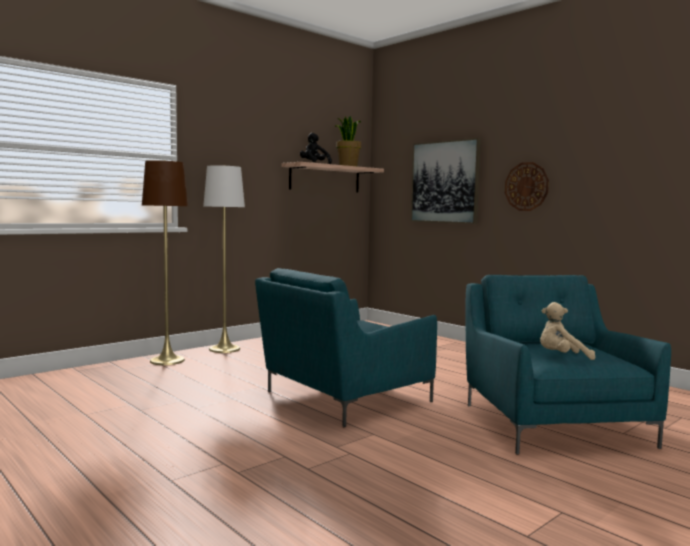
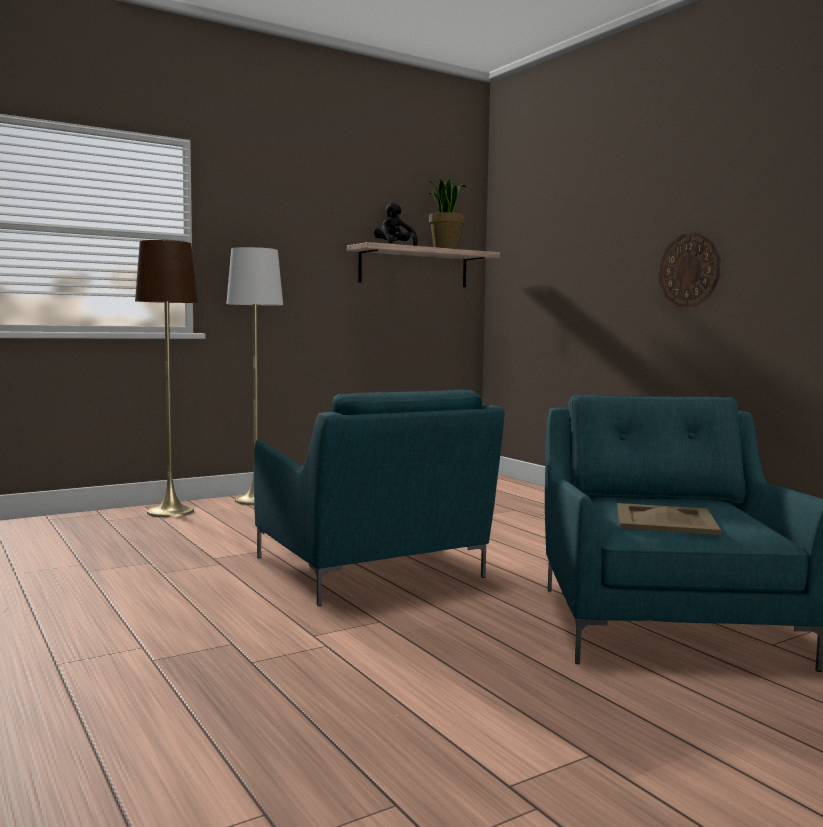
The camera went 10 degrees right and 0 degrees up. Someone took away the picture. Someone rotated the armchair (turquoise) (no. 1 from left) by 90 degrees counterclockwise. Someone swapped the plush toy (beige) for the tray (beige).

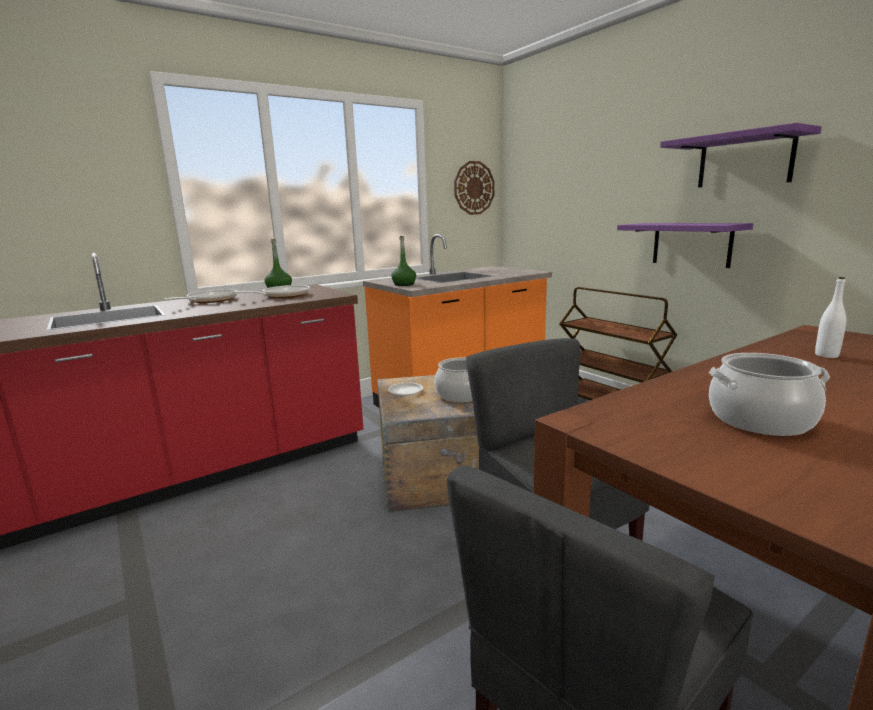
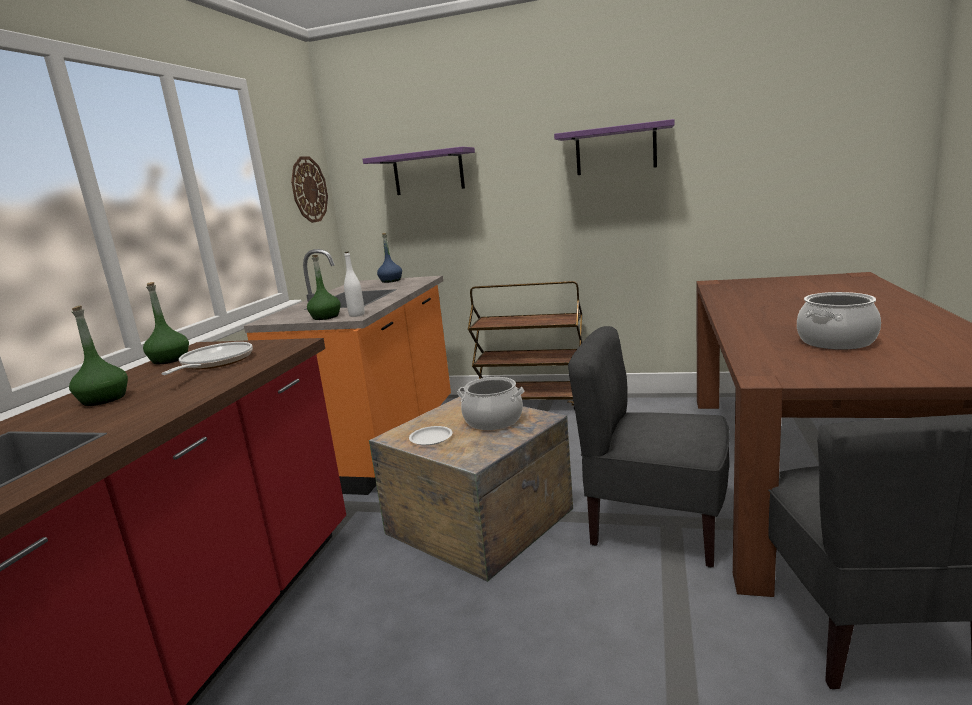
The camera went 40 degrees left and 0 degrees up. Someone carried the shelf (purple) (no. 1 from left). Someone carried the bottle (white). Someone swapped the frying pan (no. 1 from left) for the bottle (green) (no. 1 from left). Someone put down the bottle (blue).

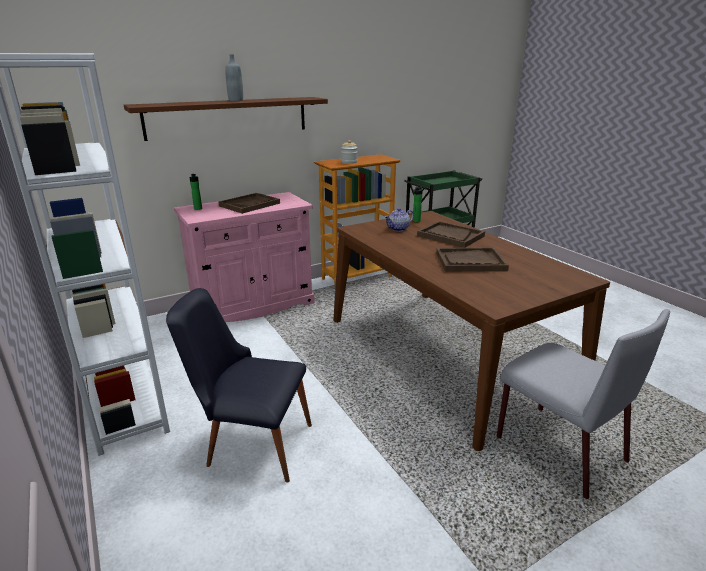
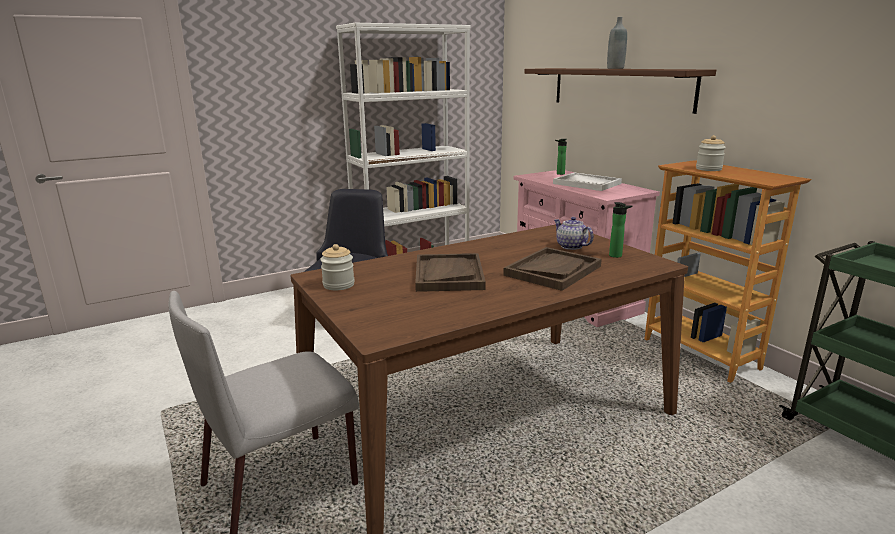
The camera went 90 degrees right and 5 degrees down. Someone repainted the tray (brown) (no. 1 from left), which became the tray (white). Someone put down the jar (no. 1 from left).

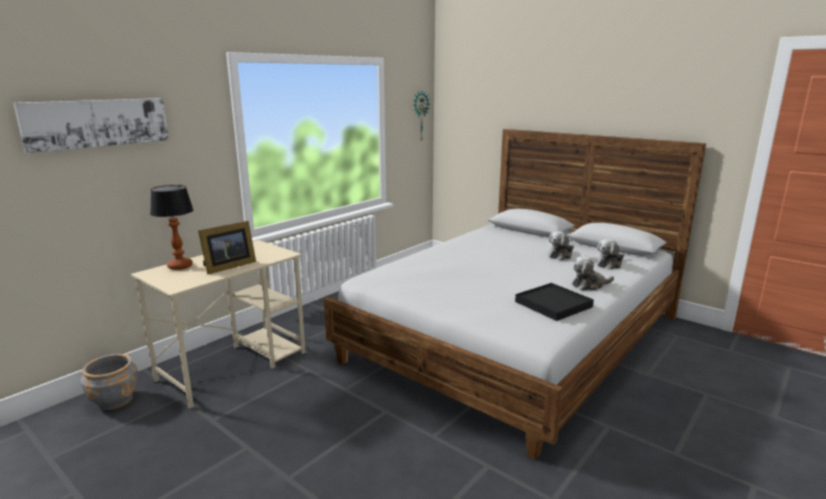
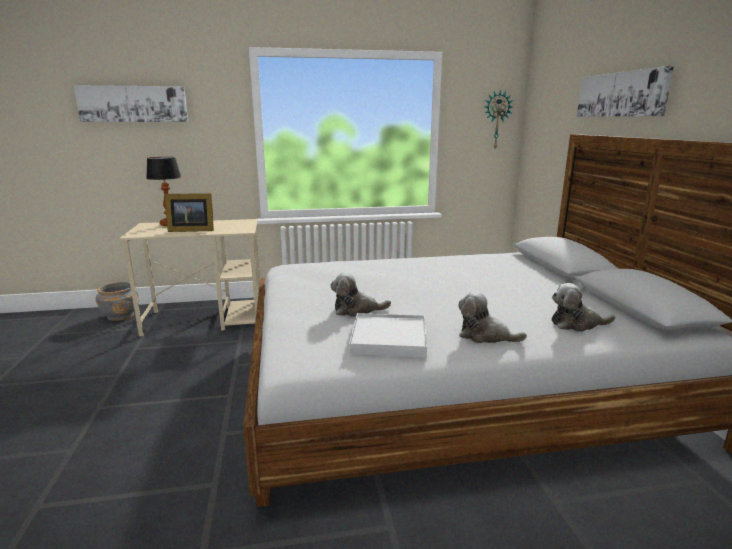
The camera went 40 degrees right and 0 degrees up. Someone carried the plush toy (no. 1 from left). Someone repainted the tray (black), which became the tray (white). Someone put up the picture (no. 2 from left).

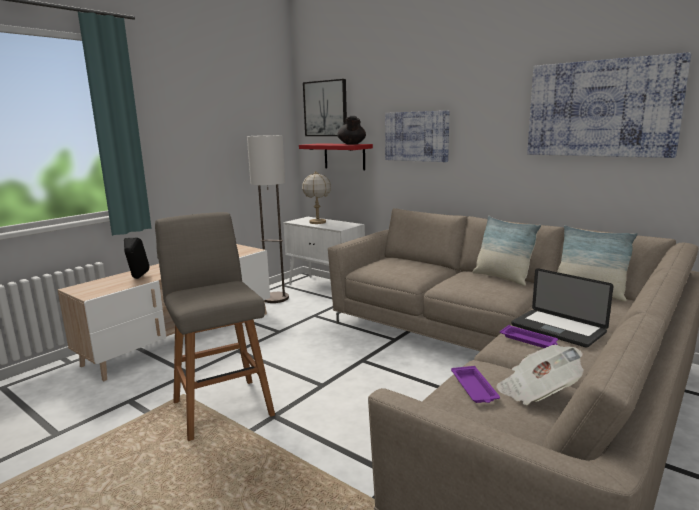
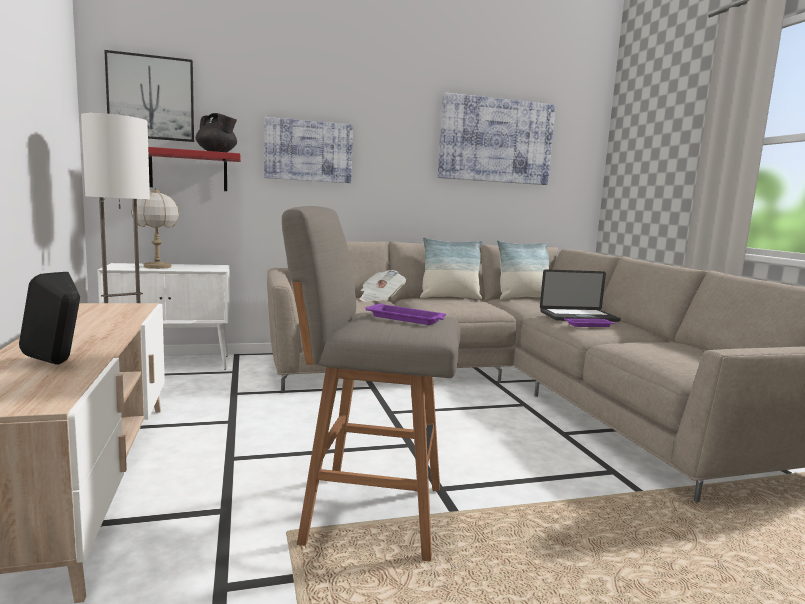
The camera went 55 degrees left and 5 degrees down. Someone carried the newspaper. Someone carried the tray (purple) (no. 1 from left).

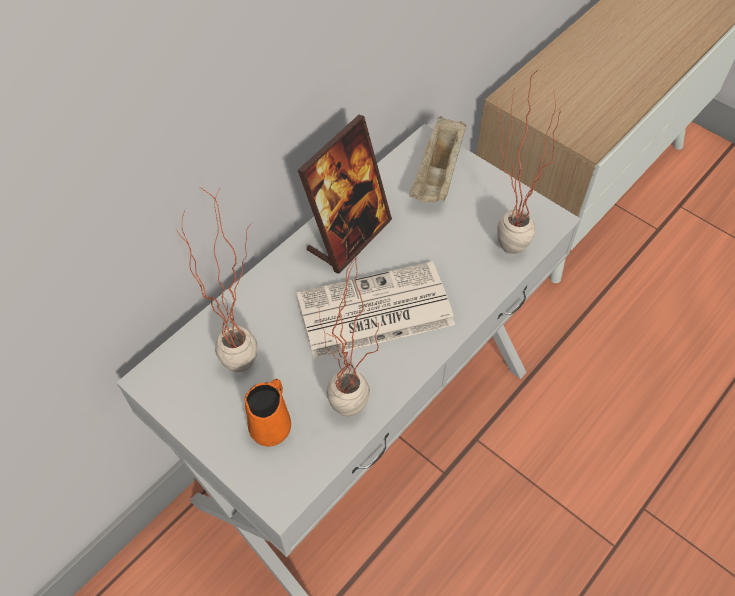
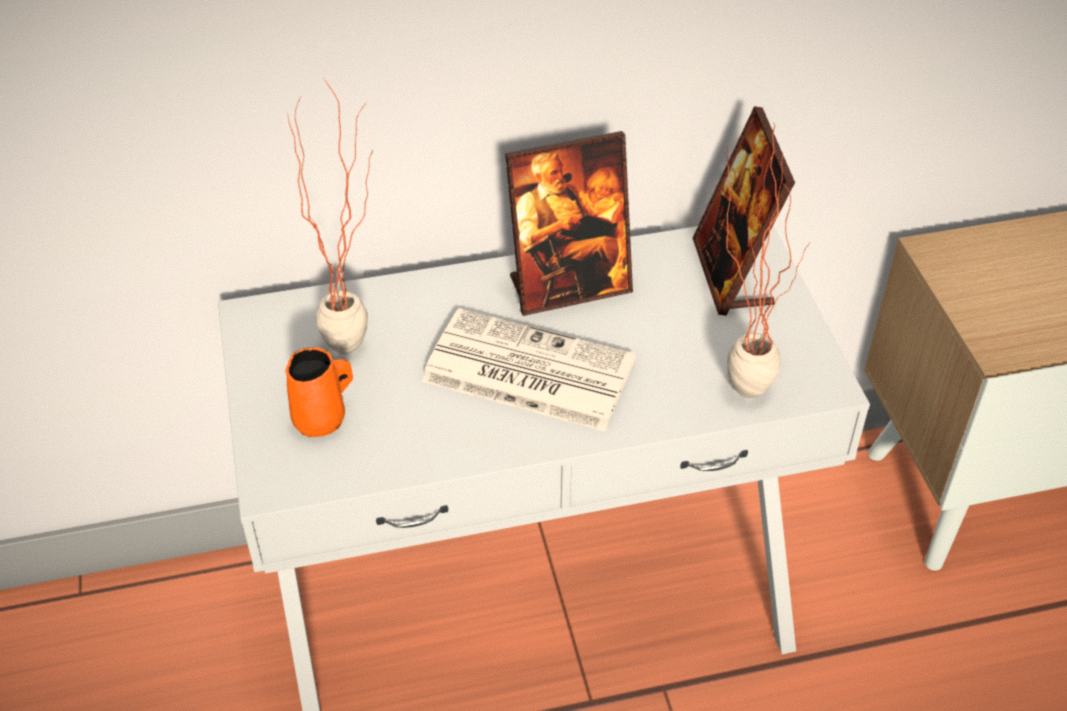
The camera went 35 degrees right and 10 degrees down. Someone swapped the tray (beige) for the picture frame (no. 2 from left). Someone took away the potted plant (no. 2 from left).

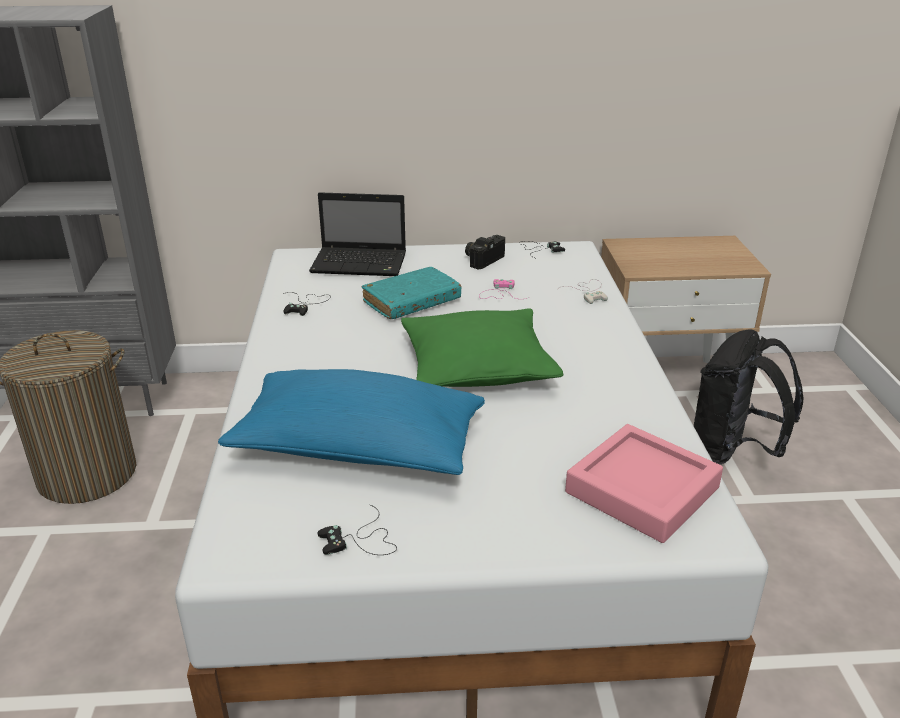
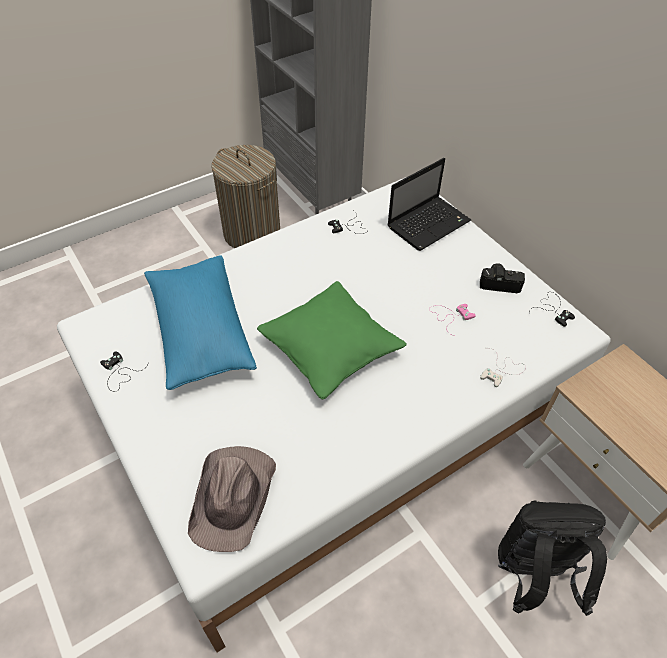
The camera went 60 degrees right and 20 degrees up. Someone rotated the laptop by 105 degrees counterclockwise. Someone took away the book (turquoise). Someone swapped the tray (pink) for the hat (brown).

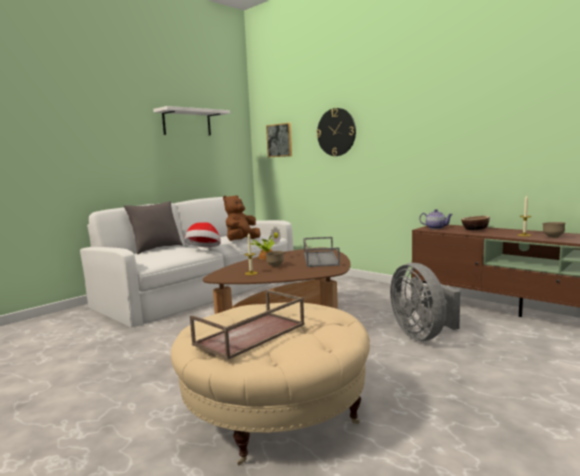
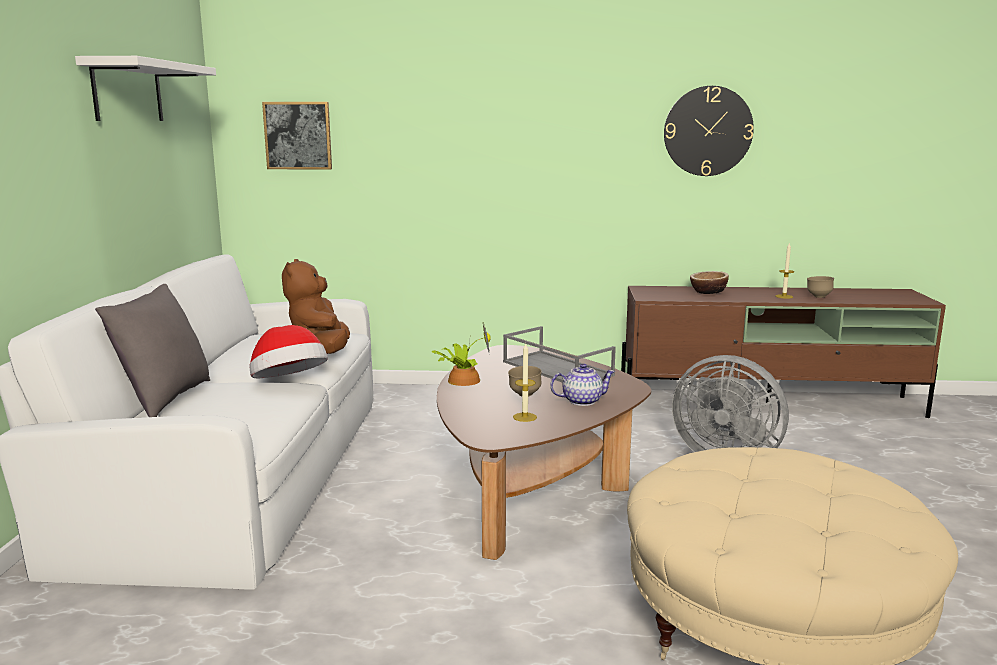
The camera went 40 degrees left and 5 degrees up. Someone carried the wall clock. Someone carried the teapot. Someone took away the tray (brown).

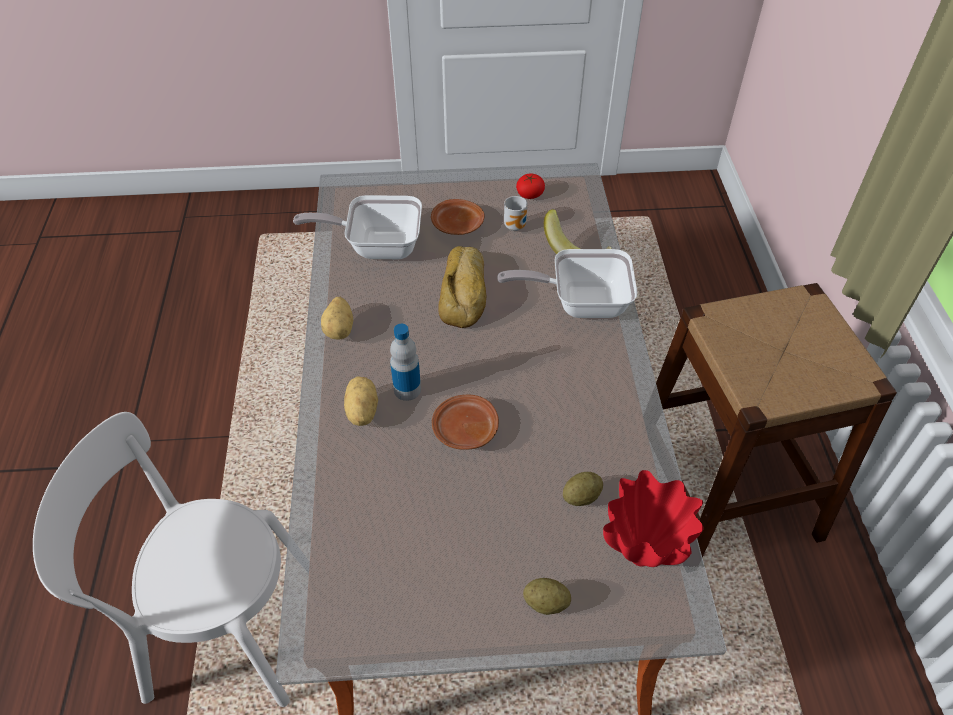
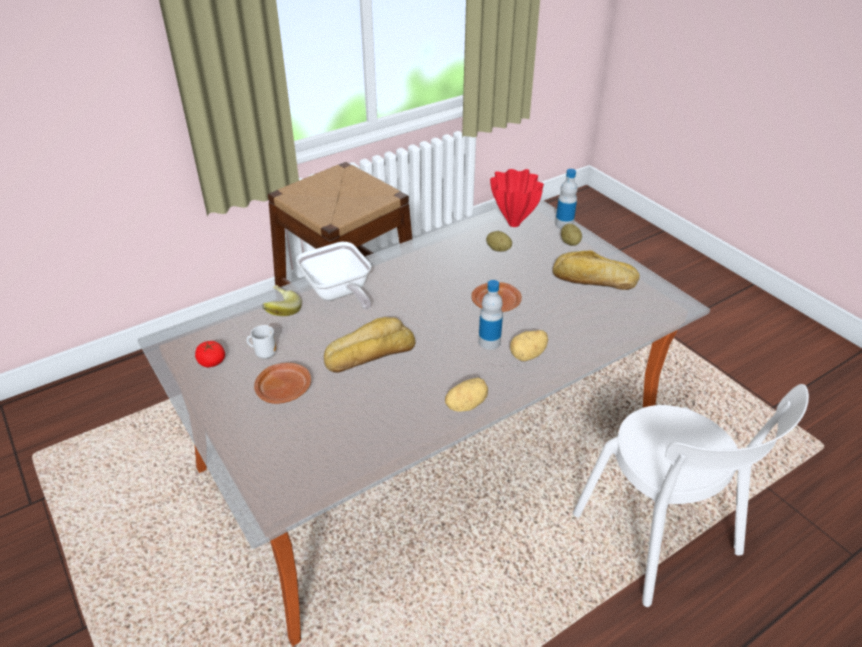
The camera went 120 degrees left and 10 degrees down. Someone took away the frying pan (no. 1 from left). Someone put down the bottle (no. 2 from left). Someone put down the bread (no. 2 from left).

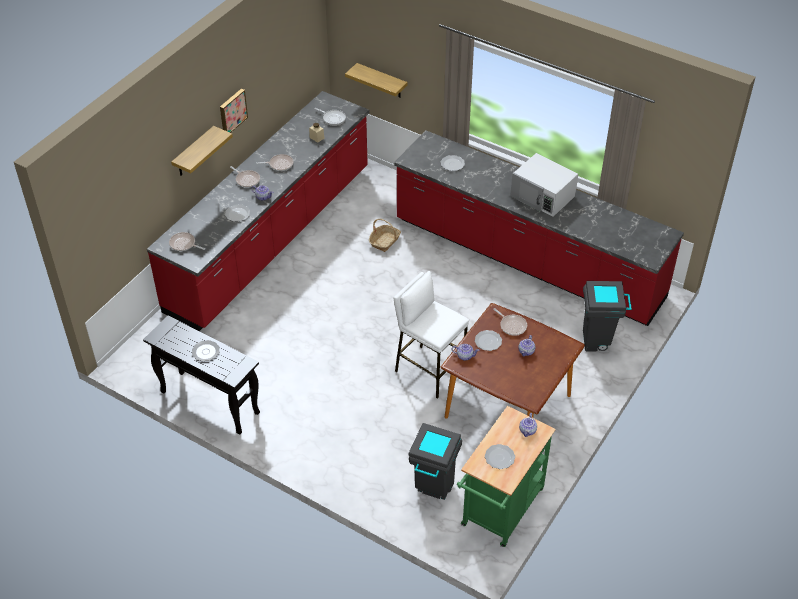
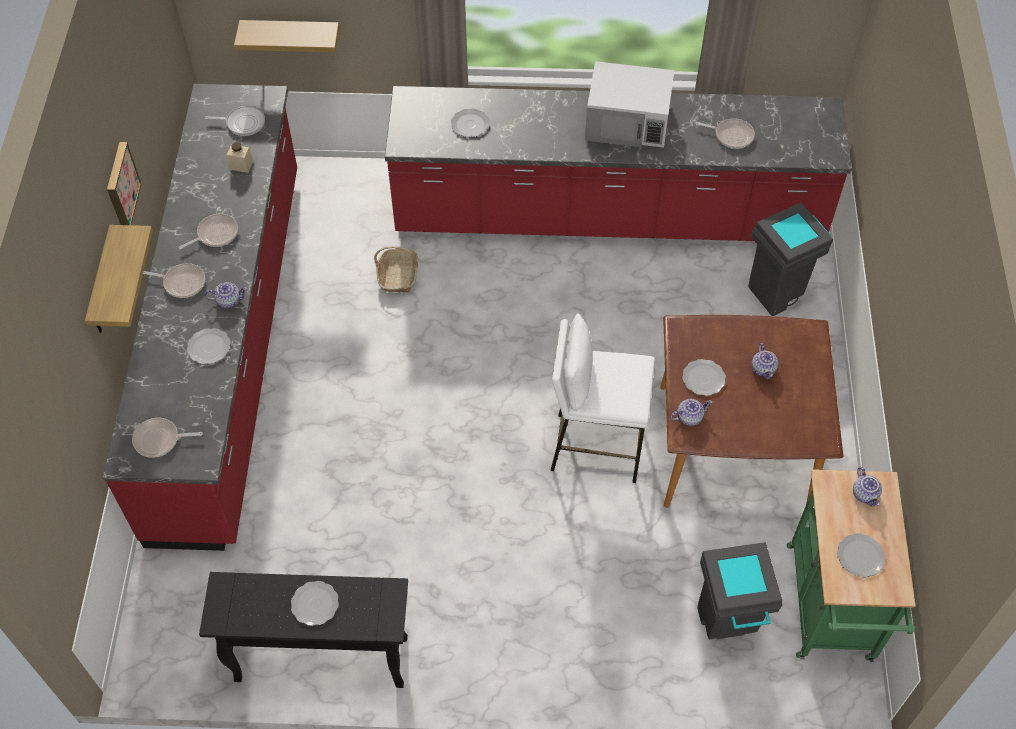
The camera went 30 degrees left and 10 degrees up. Someone carried the frying pan (no. 5 from left).

